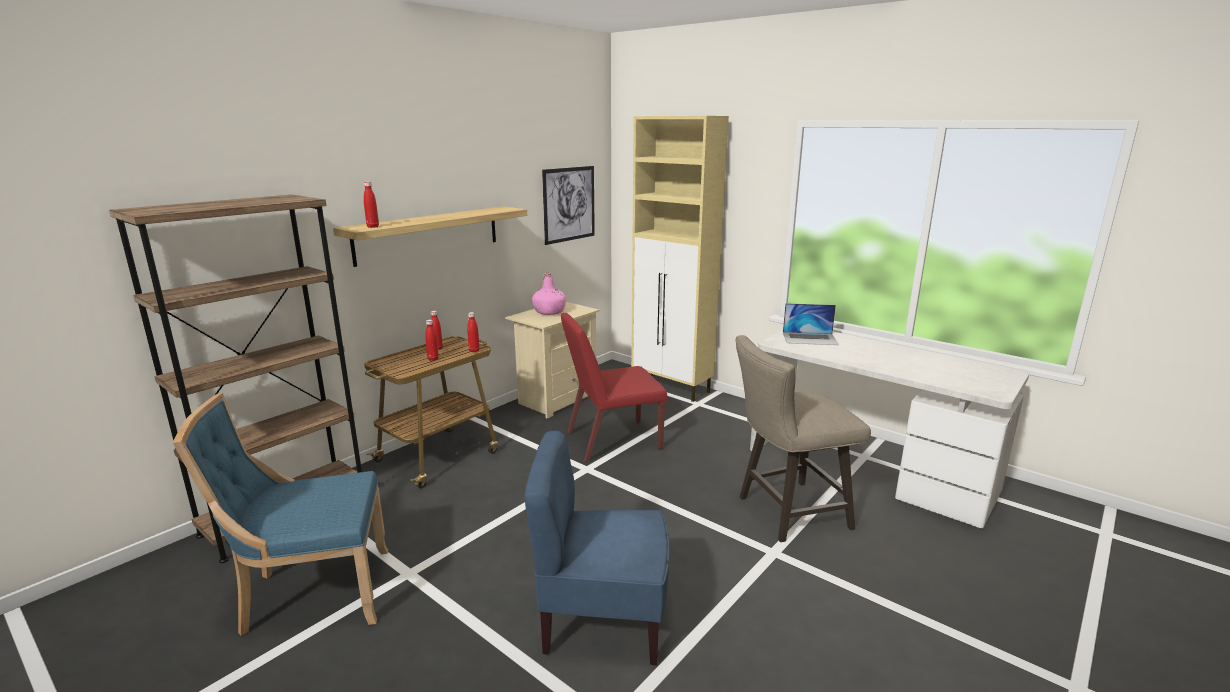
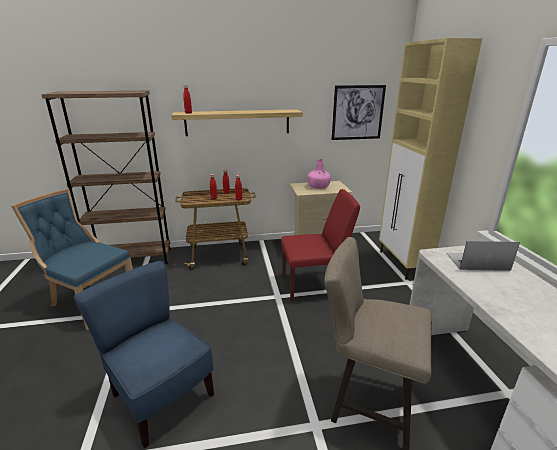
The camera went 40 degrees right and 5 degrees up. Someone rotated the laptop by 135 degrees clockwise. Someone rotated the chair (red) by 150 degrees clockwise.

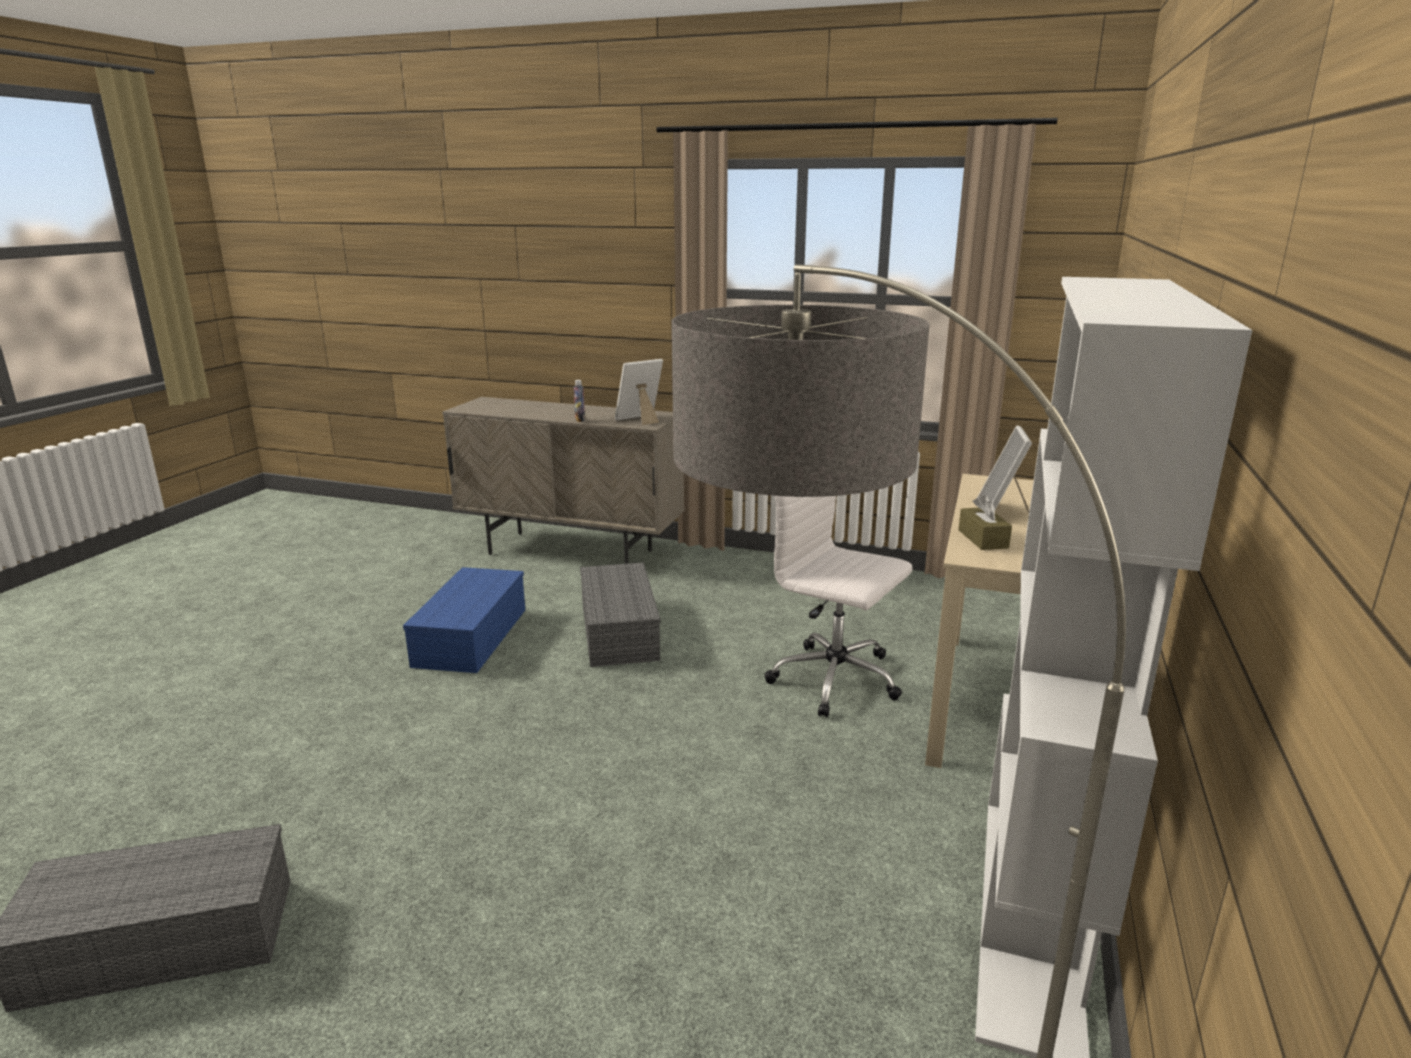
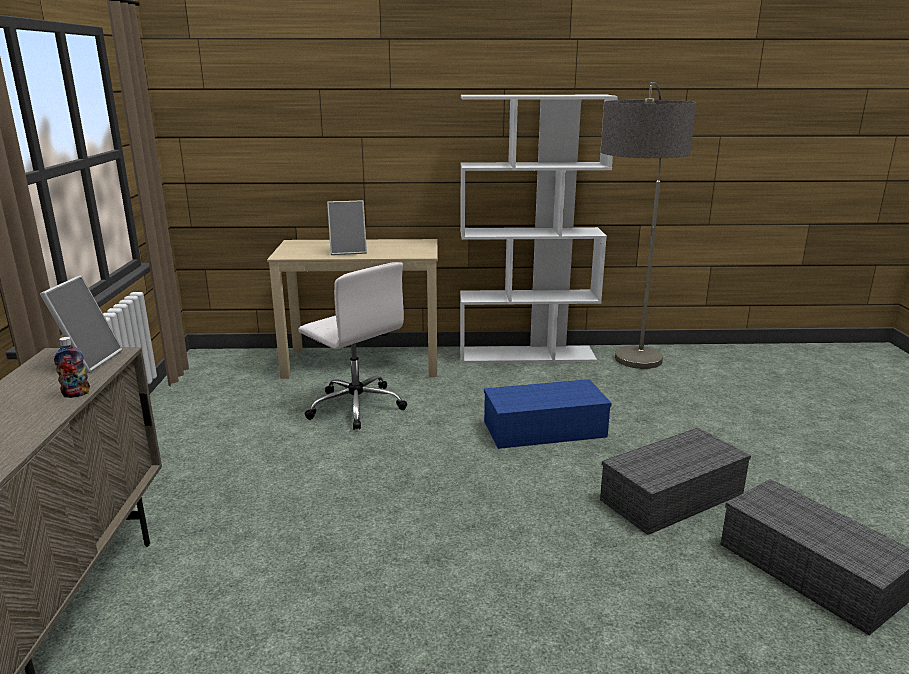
The camera went 110 degrees left and 0 degrees up. Someone rotated the picture frame (no. 1 from left) by 120 degrees counterclockwise. Someone took away the tissue box (brown). Someone rotated the office chair (white) by 60 degrees counterclockwise. Someone carried the storage box (grey) (no. 2 from left in the first image). Someone carried the storage box (blue).

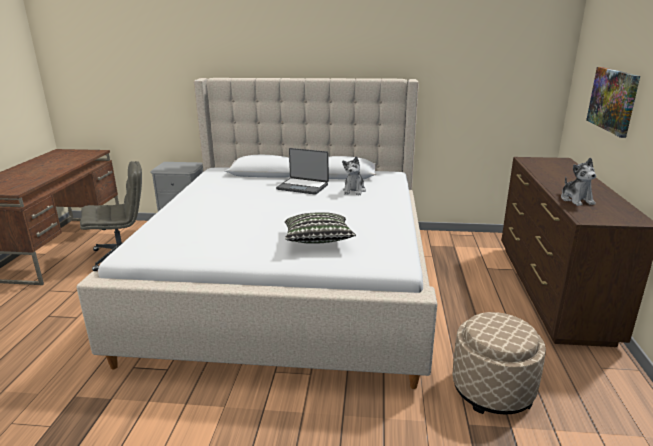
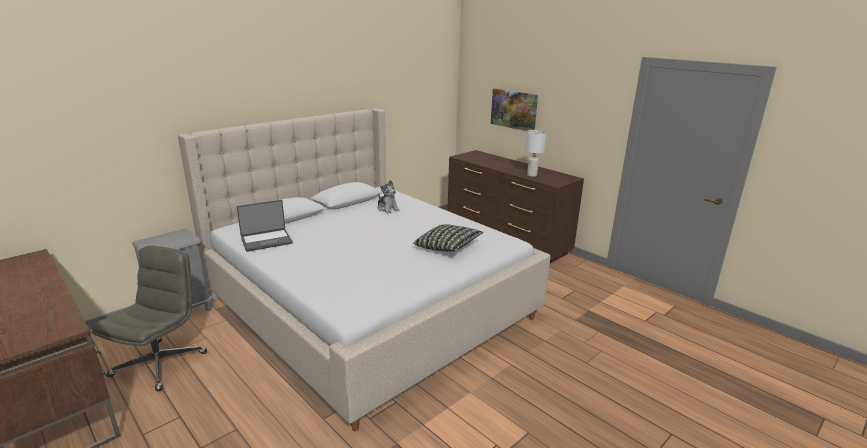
The camera went 50 degrees left and 0 degrees up. Someone carried the laptop. Someone swapped the plush toy (no. 2 from left) for the table lamp (white). Someone took away the ottoman (beige).

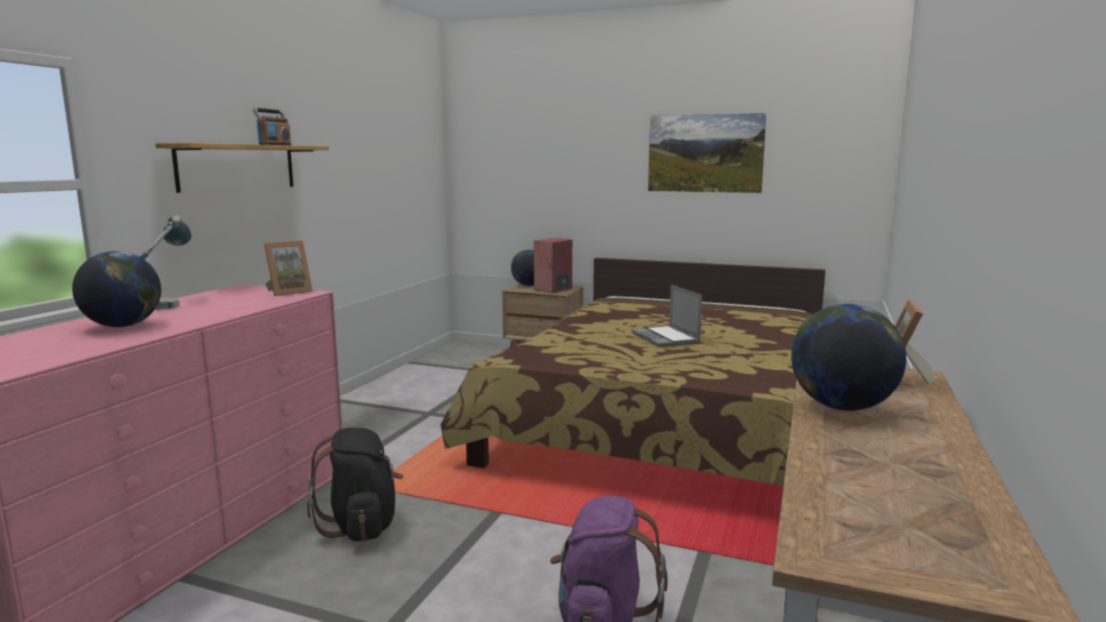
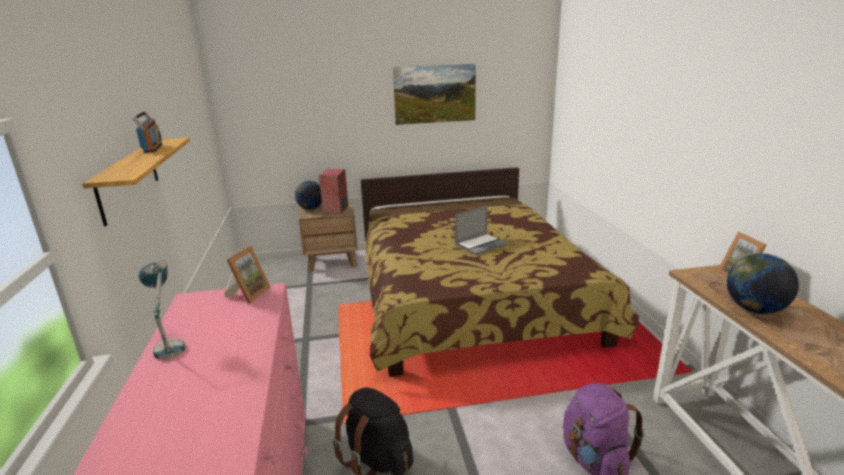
The camera went 30 degrees left and 10 degrees up. Someone took away the globe (no. 1 from left). Someone rotated the laptop by 75 degrees counterclockwise.

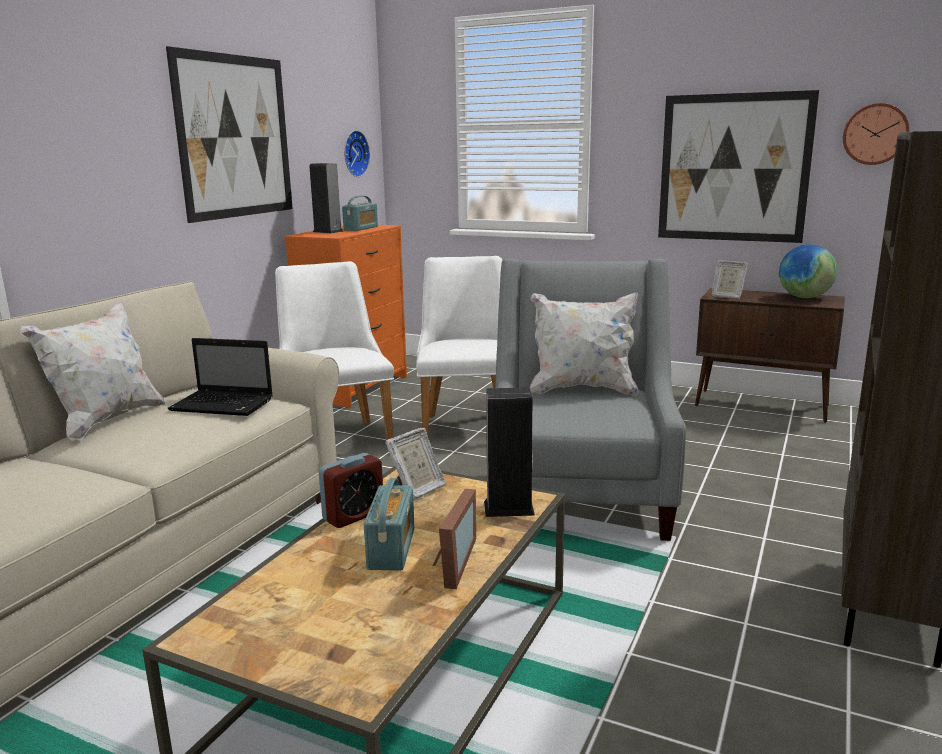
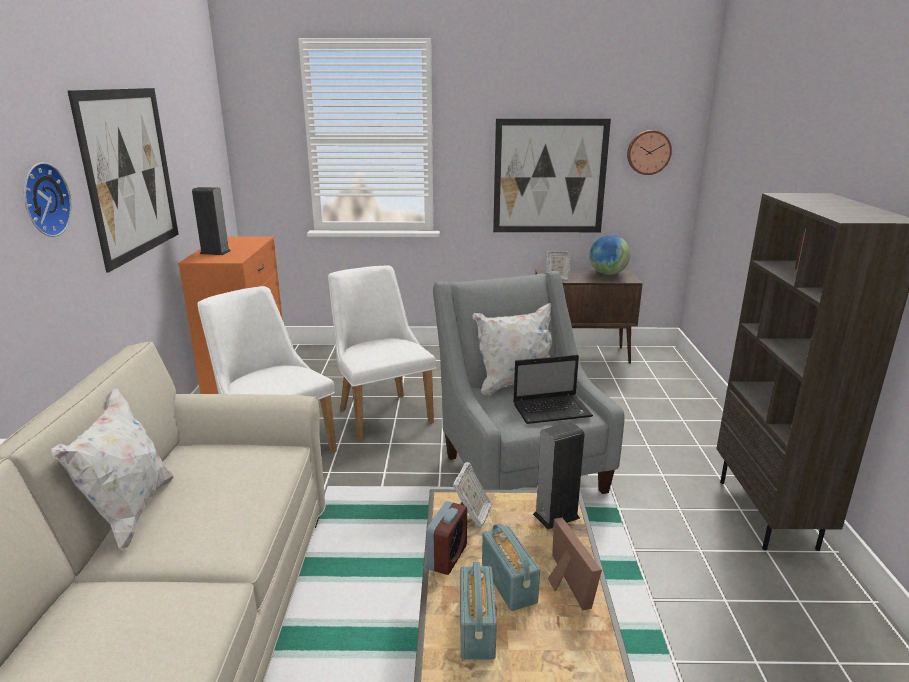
The camera went 25 degrees left and 5 degrees up. Someone carried the wall clock (no. 1 from left). Someone carried the radio (no. 1 from left). Someone carried the laptop.

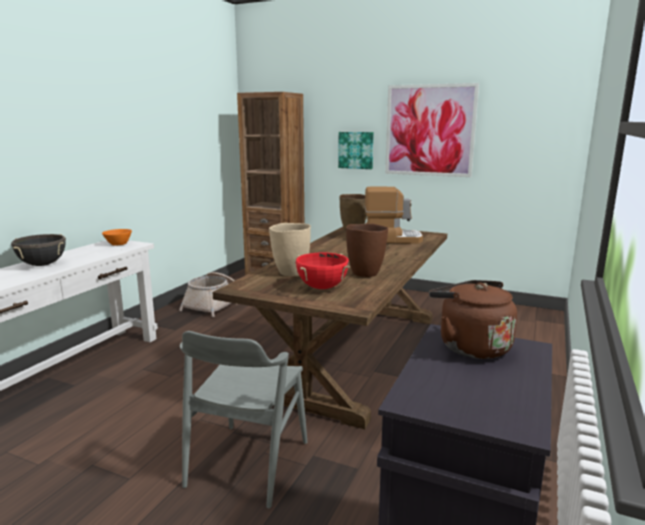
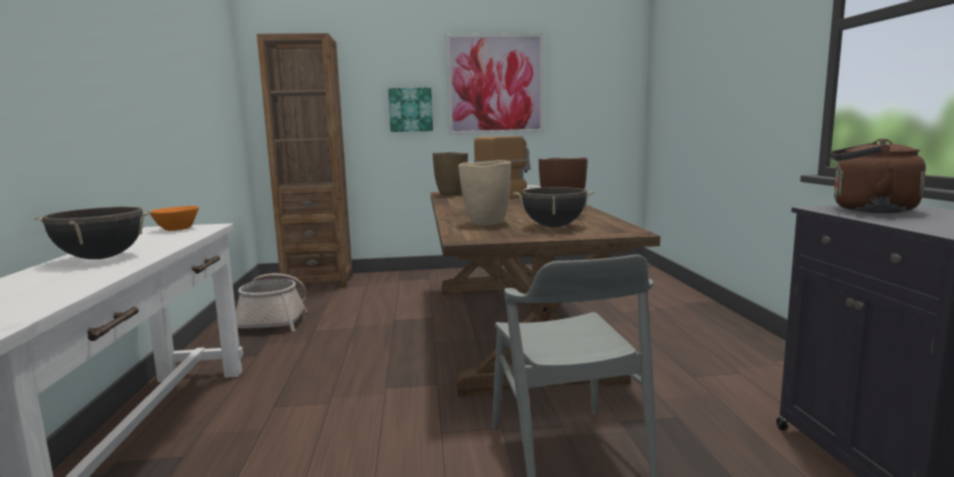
The camera went 30 degrees left and 5 degrees down. Someone repainted the cooking pot (red), which became the cooking pot (black) (no. 2 from left).

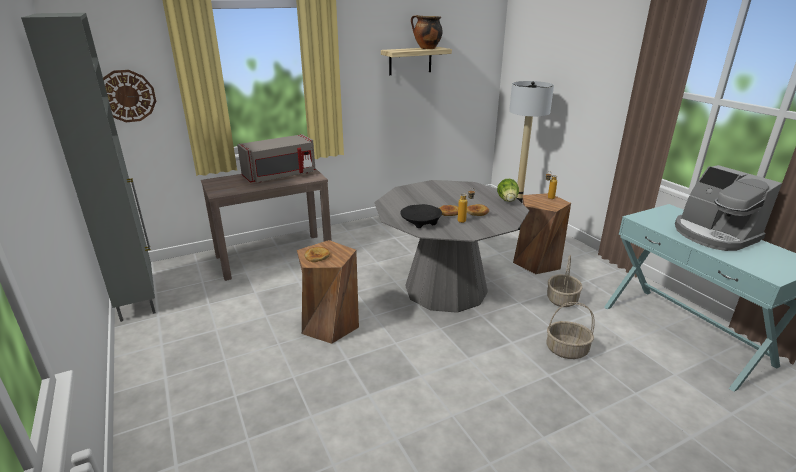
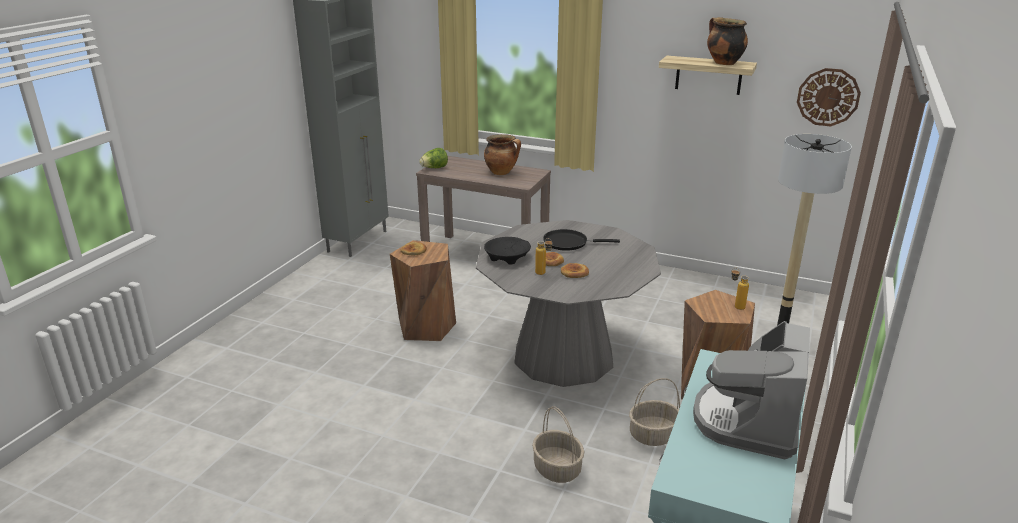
The camera went 50 degrees right and 0 degrees up. Someone carried the wall clock. Someone swapped the microwave (grey) for the cooking pot (no. 1 from left). Someone carried the lettuce. Someone put down the frying pan (black).

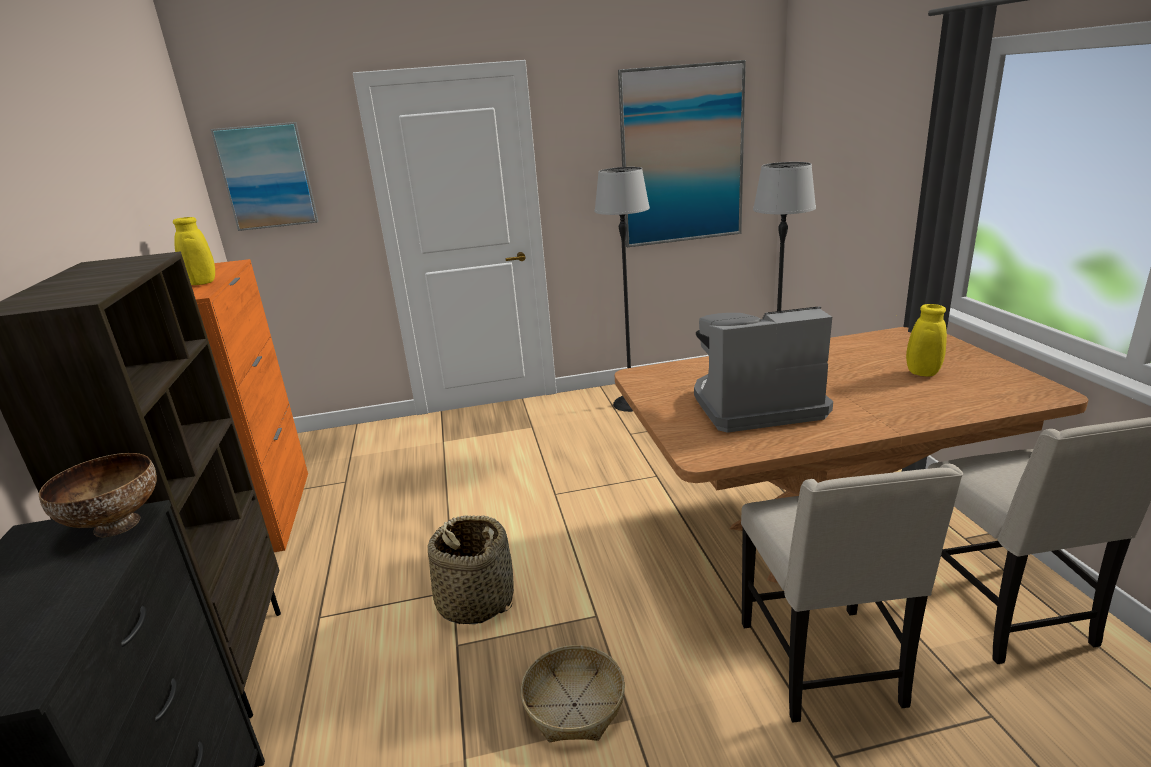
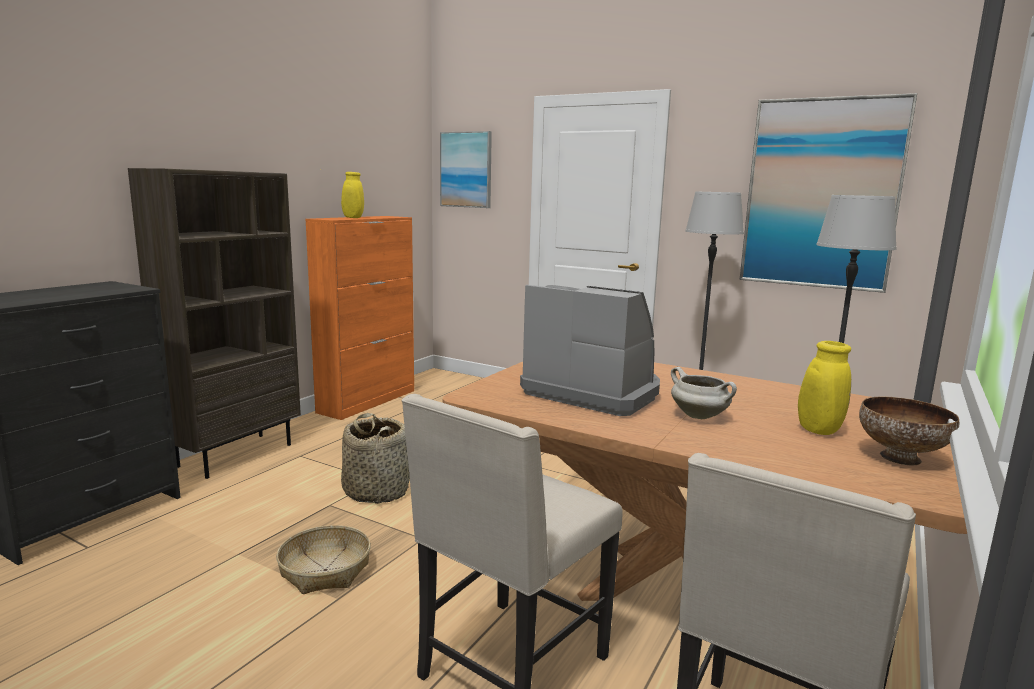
The camera went 40 degrees right and 10 degrees down. Someone carried the bowl. Someone put down the cooking pot (white).

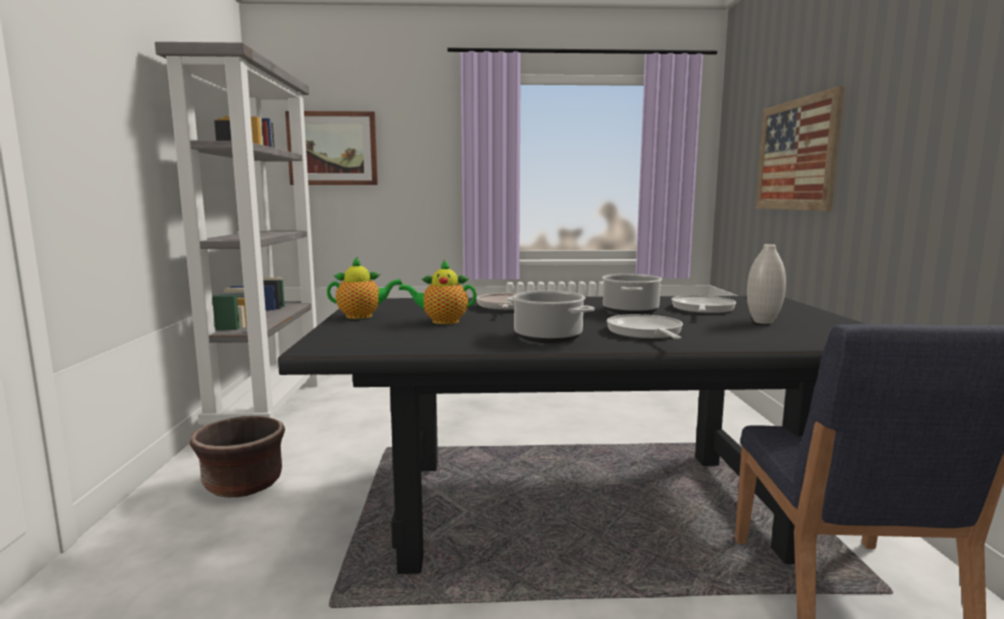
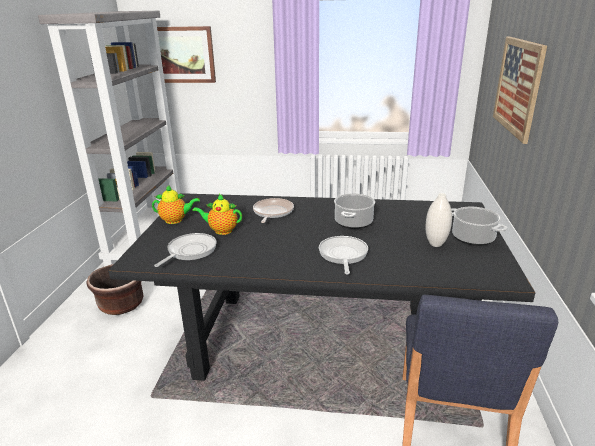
The camera went 10 degrees right and 15 degrees up. Someone carried the cooking pot (no. 1 from left in the first image). Someone carried the frying pan (no. 3 from left in the first image).

